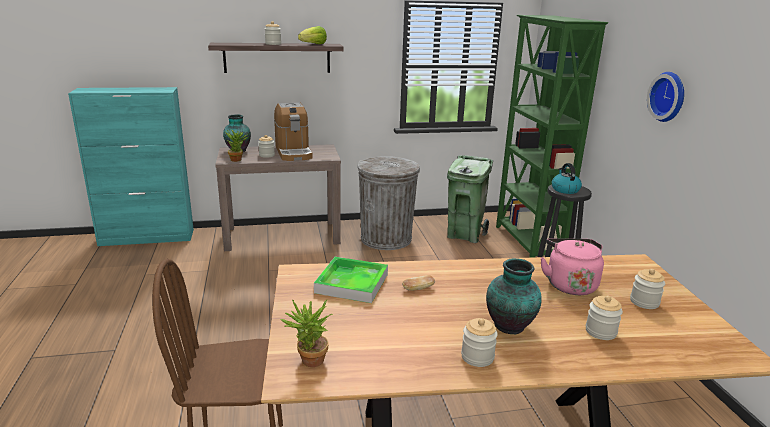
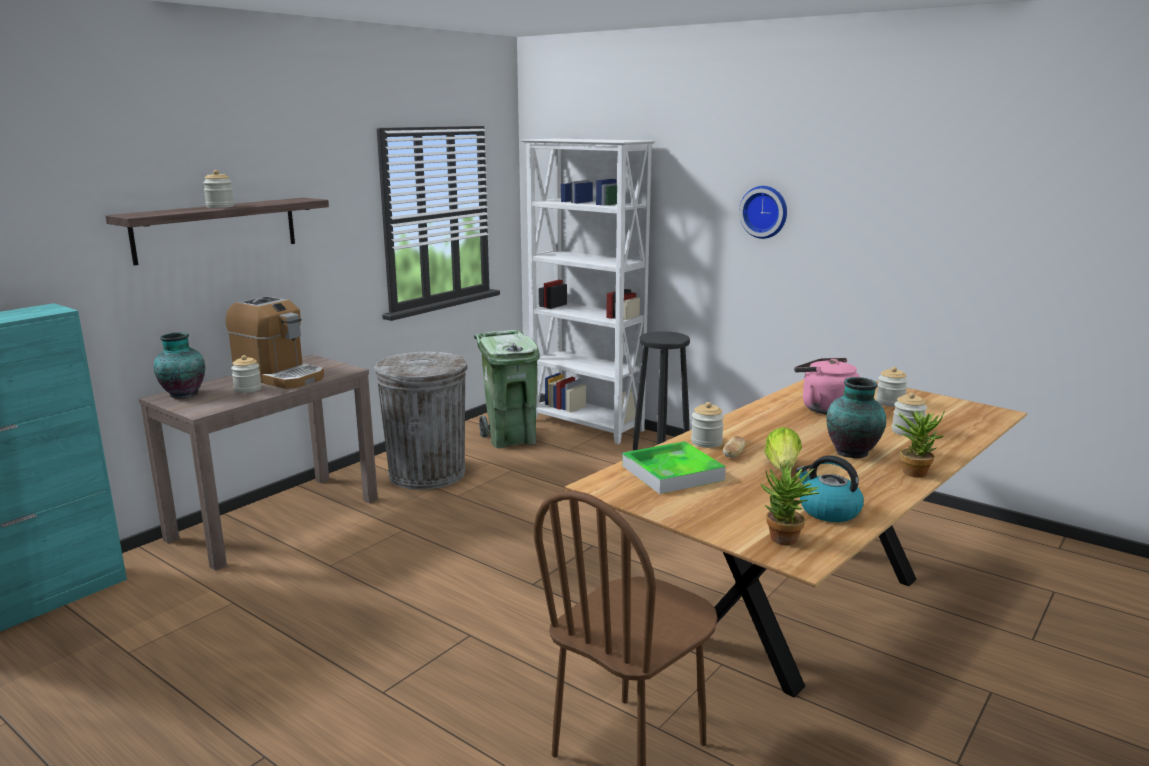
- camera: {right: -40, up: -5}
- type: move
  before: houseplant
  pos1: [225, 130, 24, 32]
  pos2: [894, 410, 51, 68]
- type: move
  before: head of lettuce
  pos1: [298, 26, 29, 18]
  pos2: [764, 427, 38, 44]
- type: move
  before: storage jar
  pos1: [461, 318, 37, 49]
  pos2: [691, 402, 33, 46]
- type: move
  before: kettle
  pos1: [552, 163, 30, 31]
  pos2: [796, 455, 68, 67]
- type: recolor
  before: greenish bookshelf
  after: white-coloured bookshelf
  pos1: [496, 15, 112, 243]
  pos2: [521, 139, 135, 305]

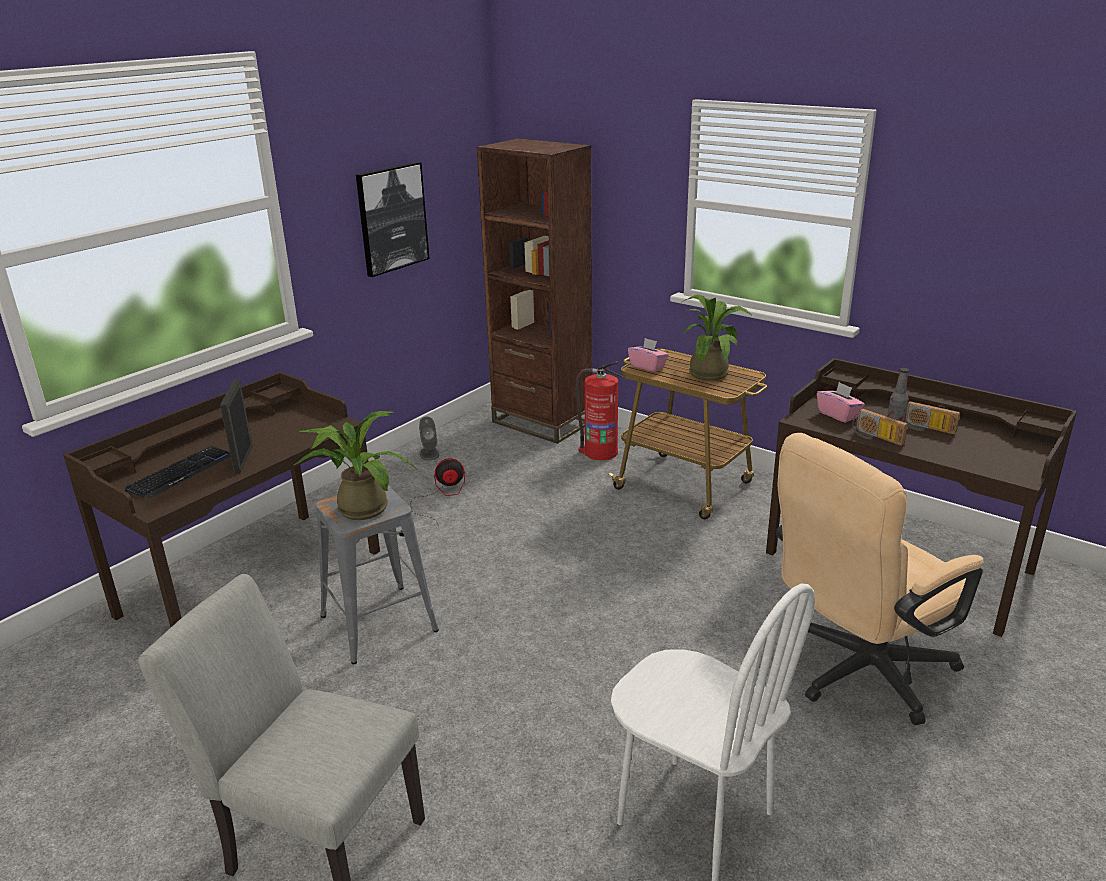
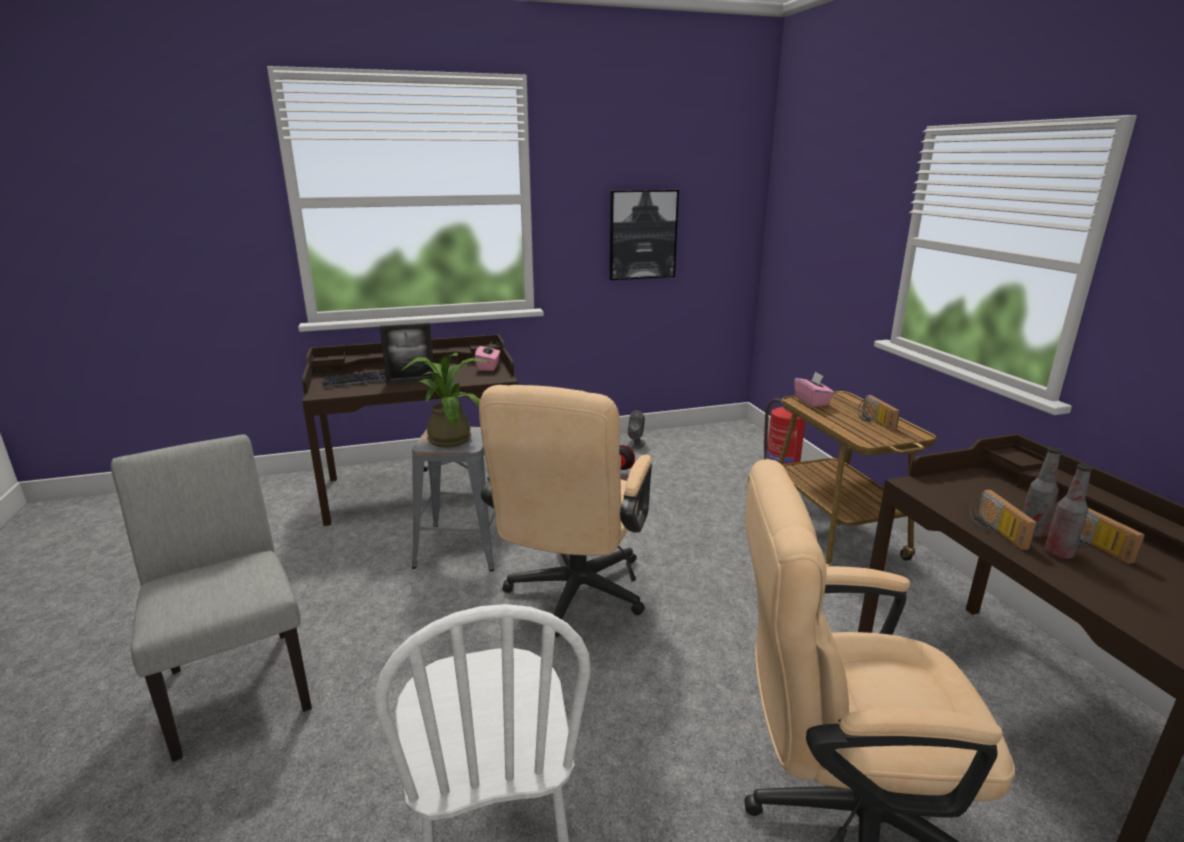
- camera: {right: 35, up: -5}
- type: delete
  before: brownish bookshelf
  pos1: [477, 138, 115, 306]
- type: insert
  after: sand-coloured computer chair
  pos2: [479, 385, 173, 252]
- type: insert
  after: drink bottle
  pos2: [1045, 464, 48, 95]
- type: move
  before: pink tissue holder
  pos1: [817, 382, 48, 41]
  pos2: [475, 342, 25, 29]
- type: replace
  before: houseplant
  after: radio set
  pos1: [681, 295, 71, 86]
  pos2: [858, 395, 42, 36]
- type: rotate
  before: standing frame
  pos1: [220, 380, 33, 94]
  pos2: [380, 323, 54, 62]
  turn: -135

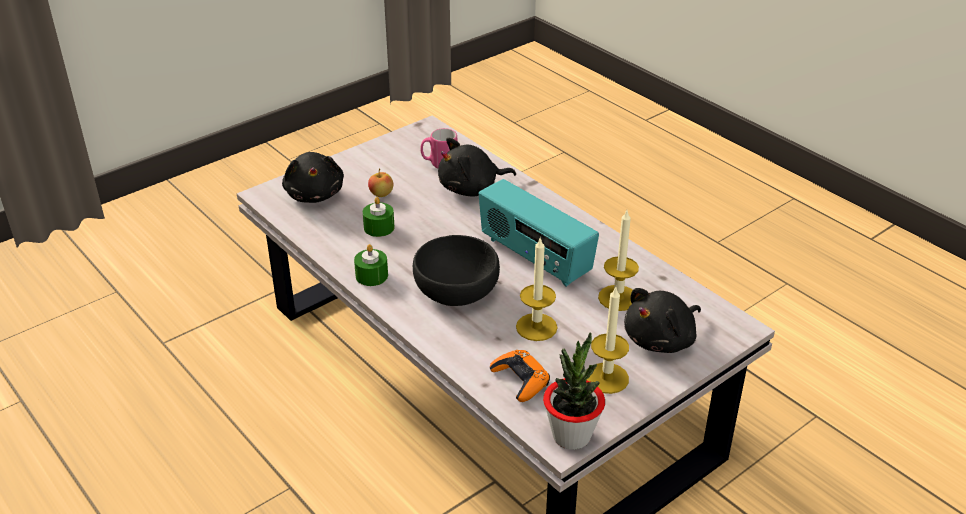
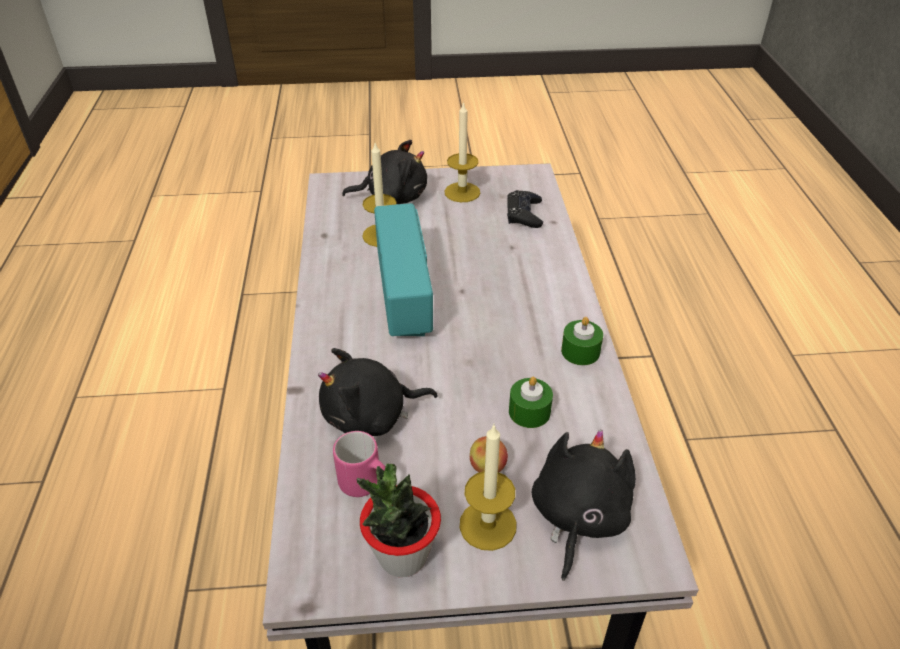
- camera: {right: -145, up: 5}
- type: delete
  before: black bowl
  pos1: [413, 235, 87, 71]
- type: move
  before: wax light
  pos1: [516, 237, 42, 104]
  pos2: [460, 425, 56, 126]
- type: move
  before: houseplant
  pos1: [543, 332, 62, 118]
  pos2: [357, 463, 84, 114]
- type: recolor
  before: orange-coloured gamepad
  after: black gamepad
  pos1: [490, 350, 60, 52]
  pos2: [507, 190, 36, 38]
- type: rotate
  before: black plush toy
  pos1: [438, 138, 78, 59]
  pos2: [318, 348, 120, 88]
  turn: 150

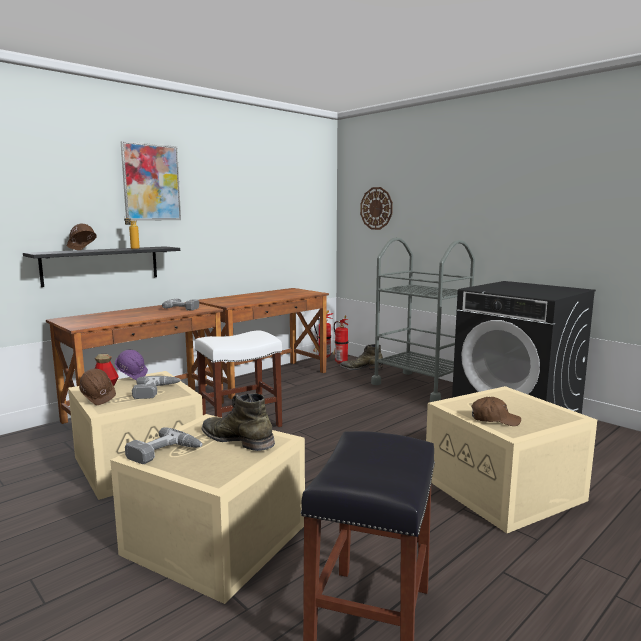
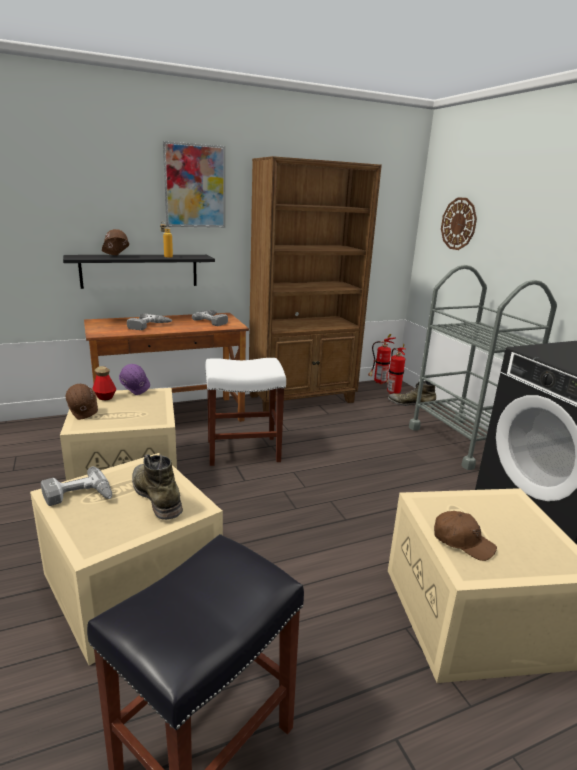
- camera: {right: 20, up: 10}
- type: move
  before: drill
  pos1: [132, 376, 48, 23]
  pos2: [127, 314, 45, 16]
- type: replace
  before: brownish desk
  after: brownish bookshelf
  pos1: [198, 288, 131, 111]
  pos2: [249, 156, 133, 256]

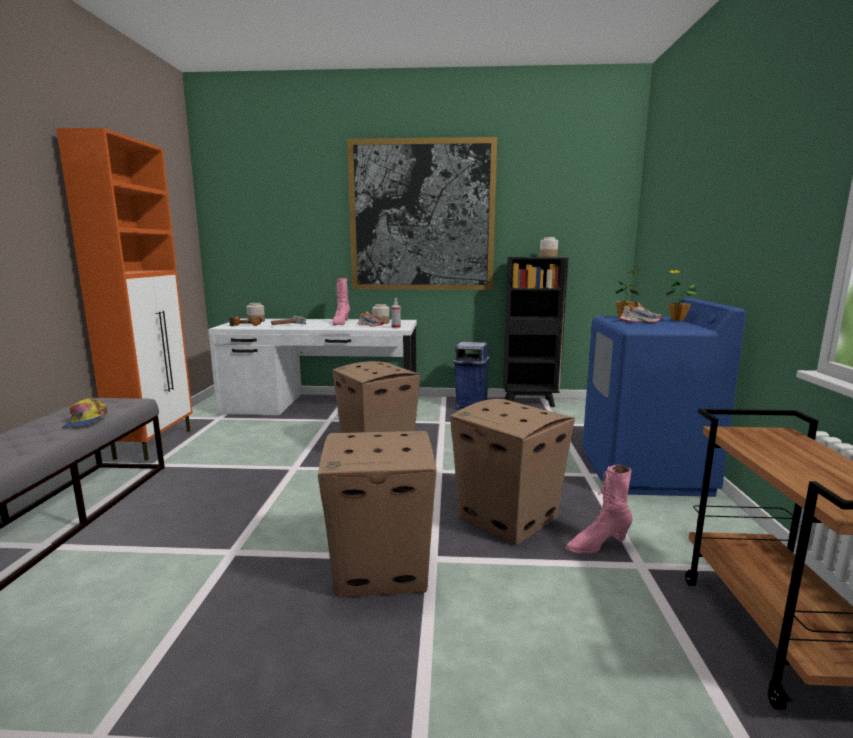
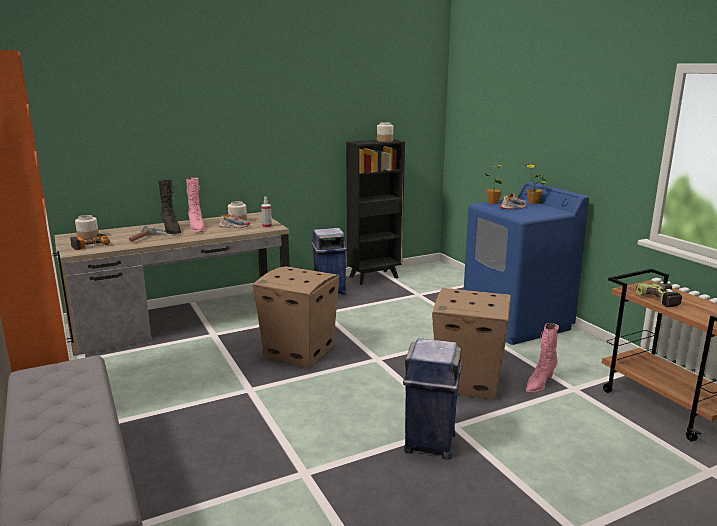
- camera: {right: -30, up: 5}
- type: delete
  before: peaked cap
  pos1: [62, 398, 46, 30]
- type: delete
  before: wall art
  pos1: [347, 137, 150, 153]
- type: insert
  after: black boot
  pos2: [158, 179, 23, 55]
- type: insert
  after: drill
  pos2: [635, 282, 47, 25]
- type: replace
  before: cardboard box
  after: blue waste bin
  pos1: [318, 431, 119, 167]
  pos2: [403, 338, 59, 122]
- type: recolor
  before: white-coloured desk
  after: brownish desk
  pos1: [208, 318, 209, 98]
  pos2: [54, 212, 236, 144]

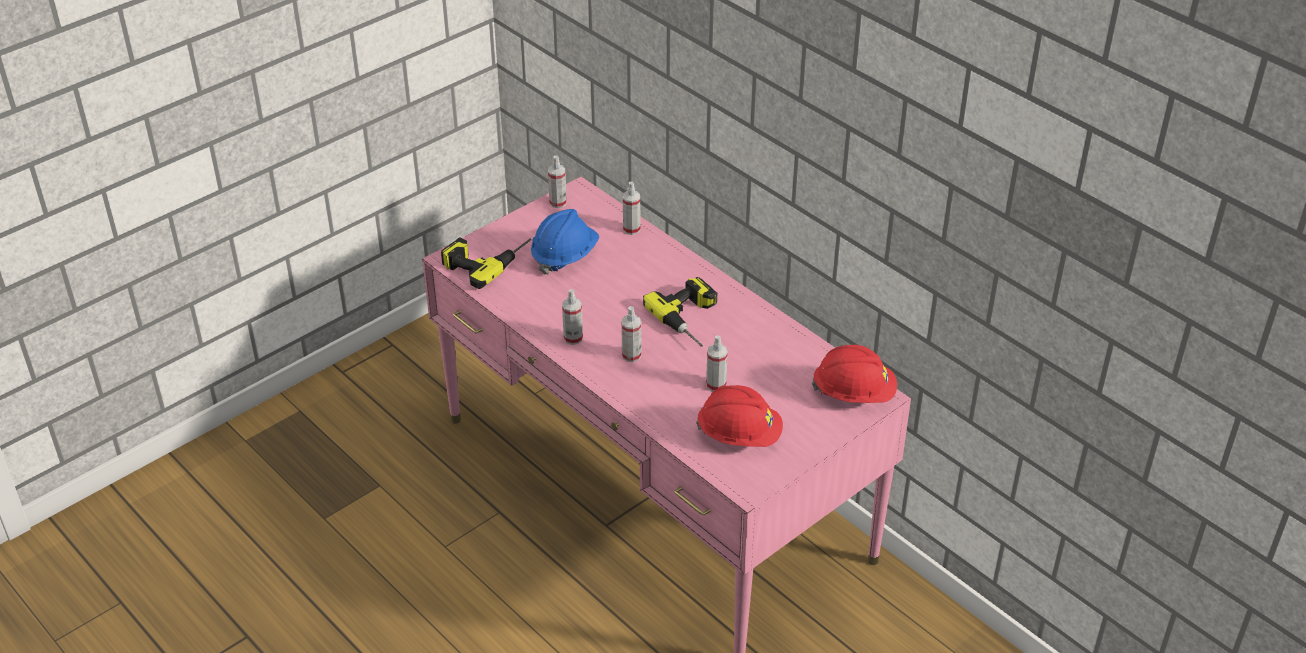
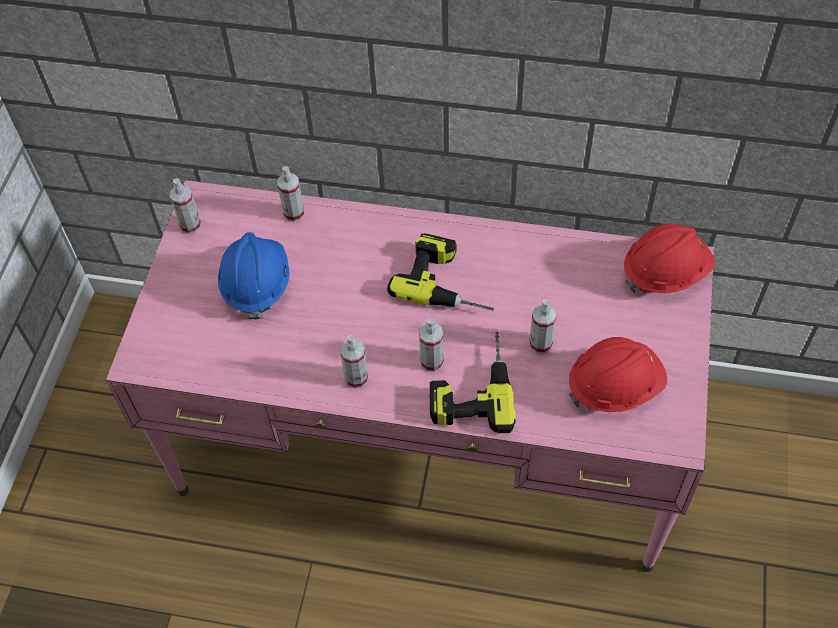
- camera: {right: -35, up: 15}
- type: move
  before: drill
  pos1: [441, 237, 90, 52]
  pos2: [430, 332, 86, 101]

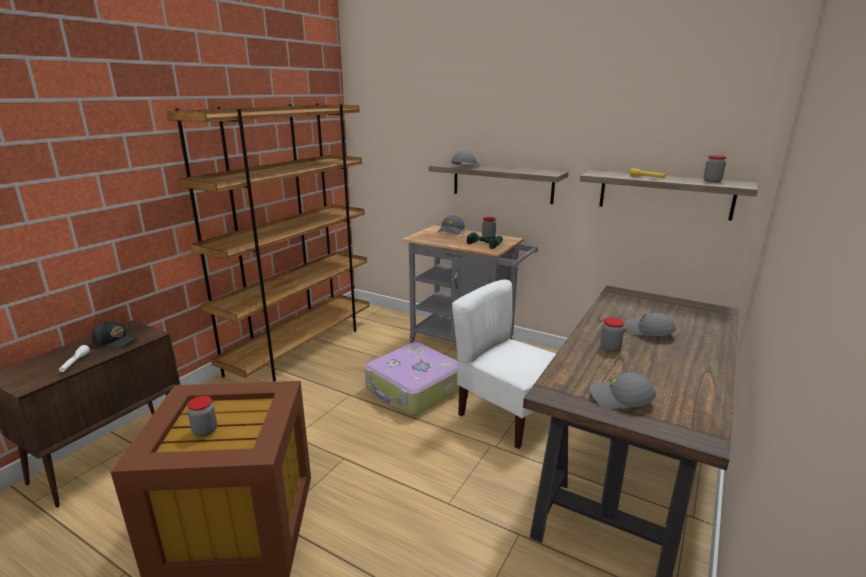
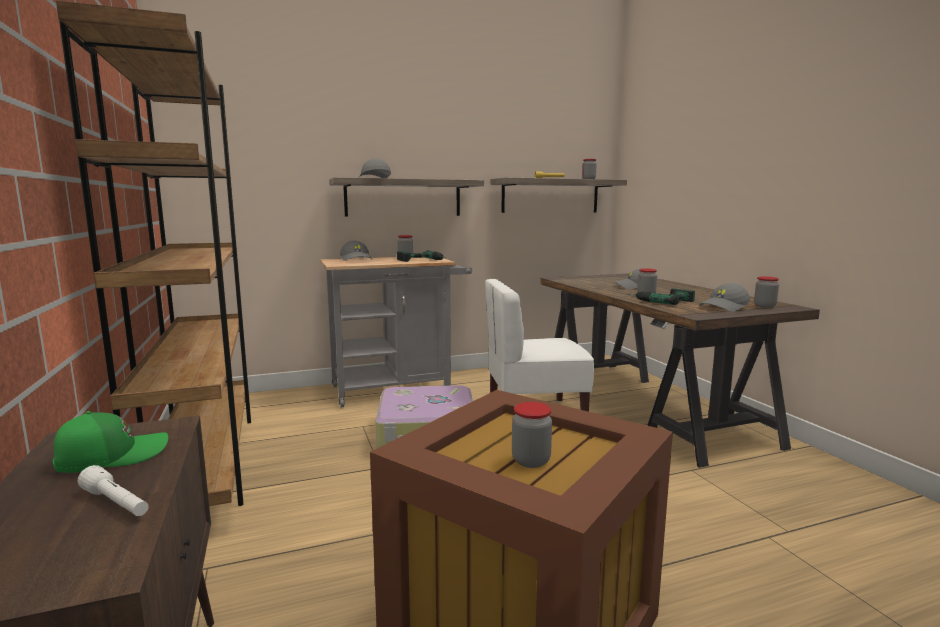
- camera: {right: -50, up: -10}
- type: insert
  after: drill
  pos2: [629, 288, 66, 17]
- type: insert
  after: storage jar
  pos2: [754, 276, 25, 32]
- type: recolor
  before: black peaked cap
  after: greenish peaked cap
  pos1: [92, 321, 45, 28]
  pos2: [53, 411, 115, 62]

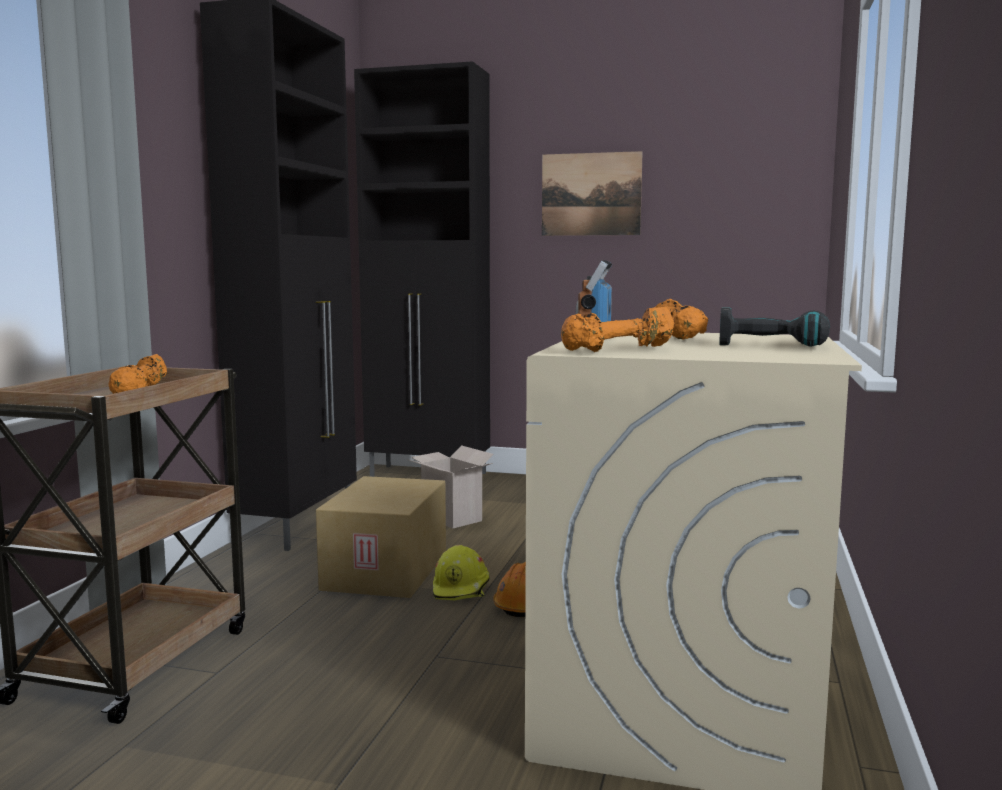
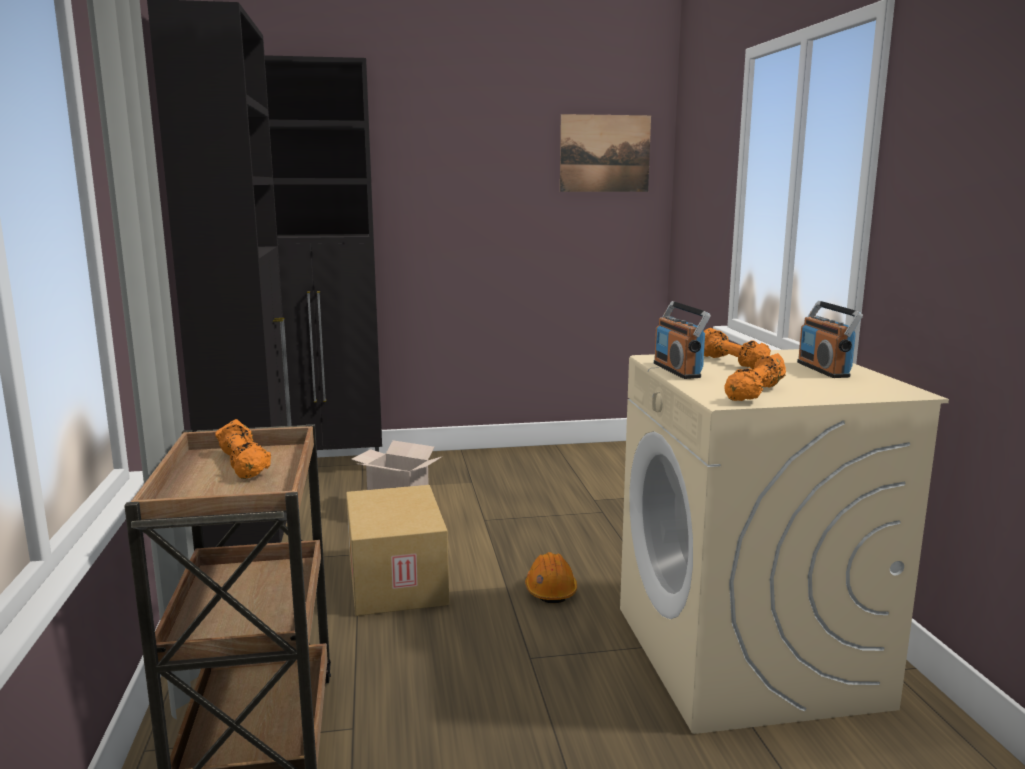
- camera: {right: -25, up: 5}
- type: delete
  before: yellow work helmet
  pos1: [433, 545, 57, 55]
- type: move
  before: wall art
  pos1: [542, 151, 101, 85]
  pos2: [560, 114, 91, 78]
- type: replace
  before: drill
  after: radio set
  pos1: [719, 307, 111, 40]
  pos2: [797, 301, 66, 77]

